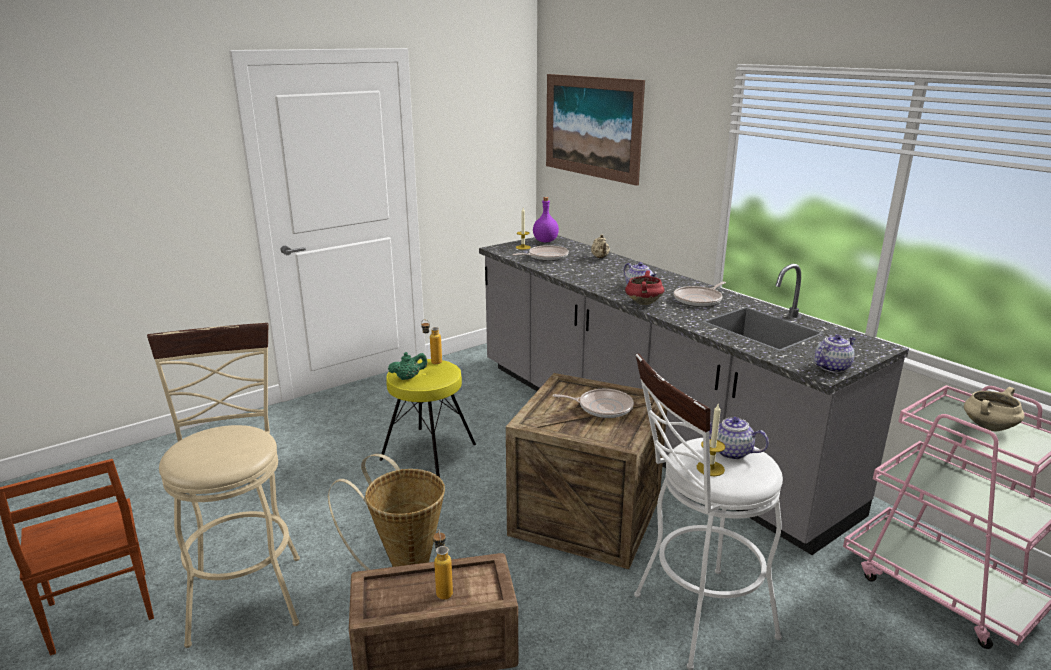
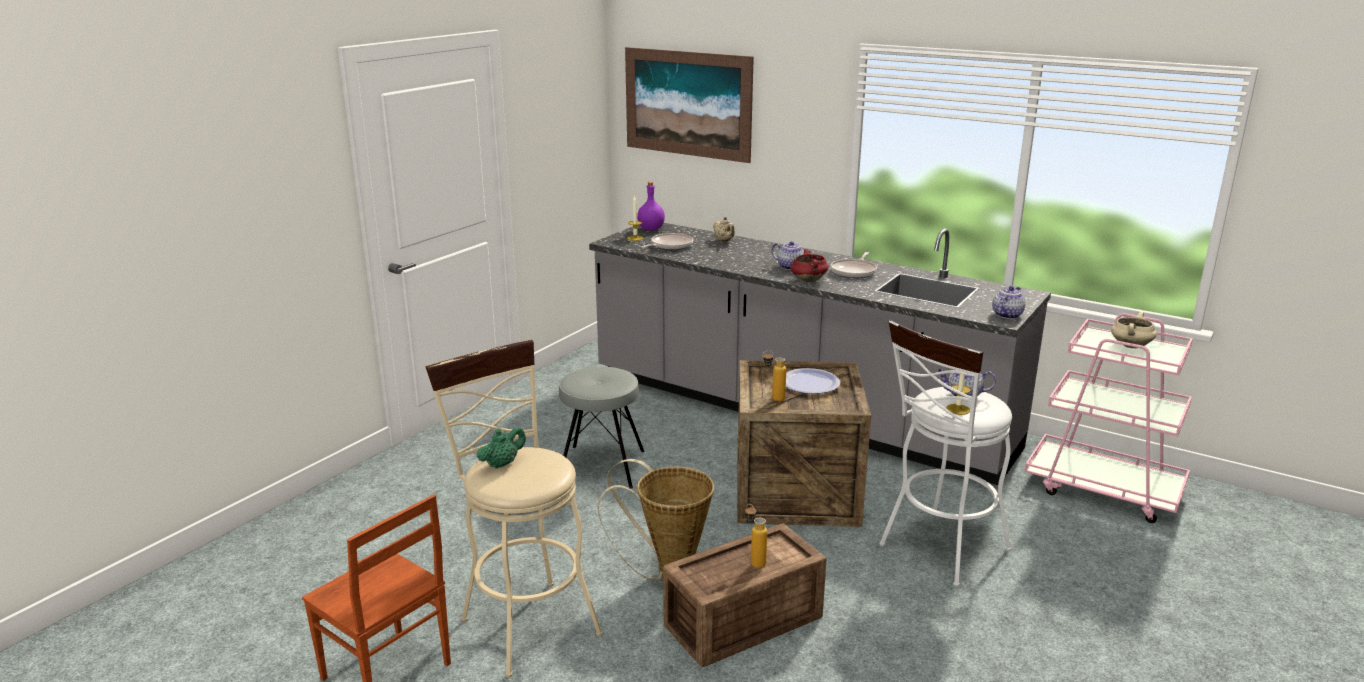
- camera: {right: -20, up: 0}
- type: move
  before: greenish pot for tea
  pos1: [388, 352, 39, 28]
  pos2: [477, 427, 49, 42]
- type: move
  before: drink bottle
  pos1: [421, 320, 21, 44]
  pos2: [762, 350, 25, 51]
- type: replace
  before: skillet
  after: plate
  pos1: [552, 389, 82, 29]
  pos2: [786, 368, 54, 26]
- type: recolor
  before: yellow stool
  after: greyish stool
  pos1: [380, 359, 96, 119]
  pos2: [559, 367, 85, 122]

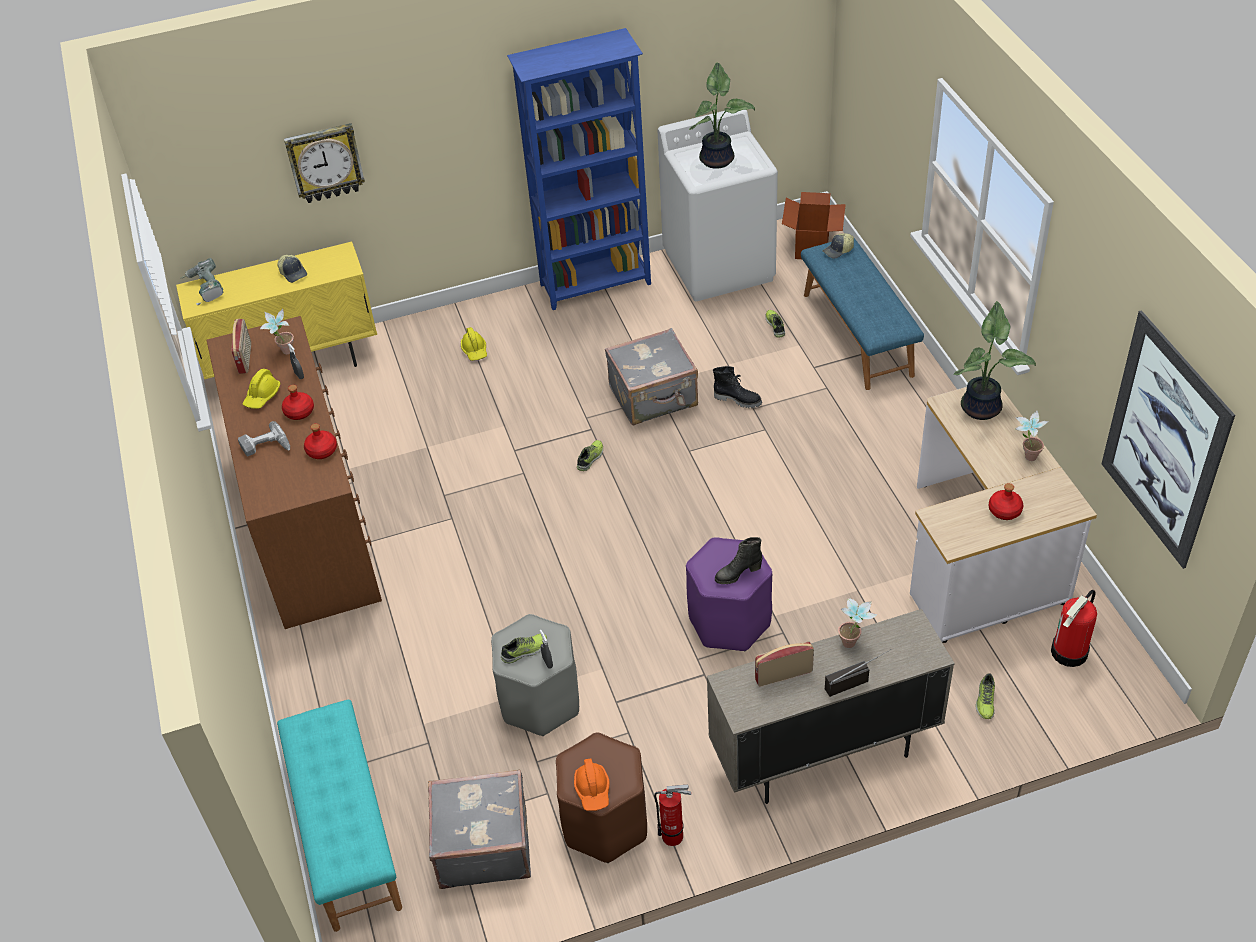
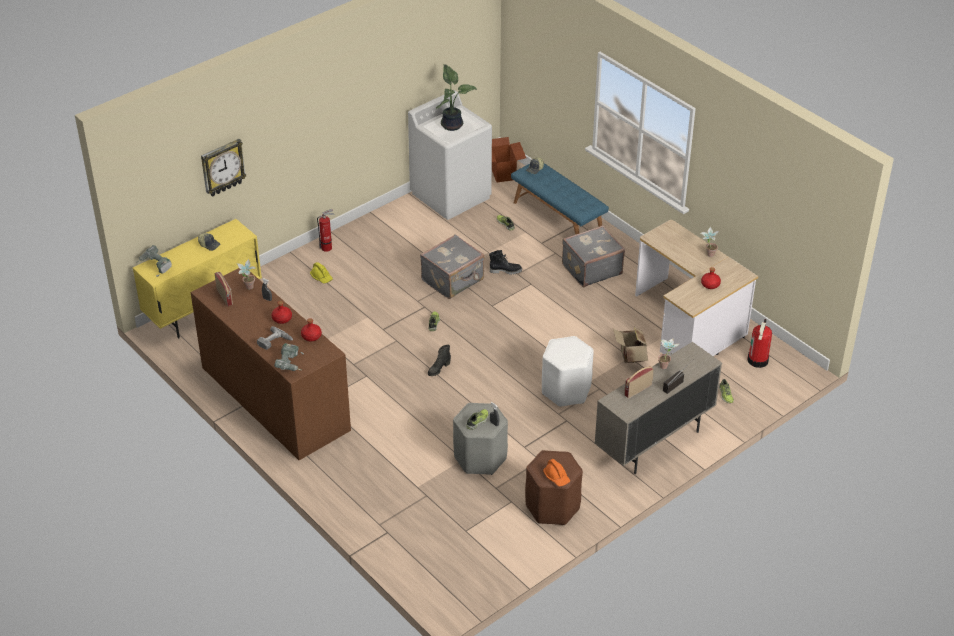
- camera: {right: -25, up: -5}
- type: delete
  before: yellow work helmet
  pos1: [242, 369, 38, 40]
- type: delete
  before: turquoise long seat
  pos1: [277, 700, 125, 232]
- type: delete
  before: blue bookshelf
  pos1: [507, 28, 144, 282]
- type: delete
  before: houseplant
  pos1: [954, 301, 82, 119]
- type: delete
  before: wall art
  pos1: [1102, 310, 133, 259]
- type: insert
  after: drill
  pos2: [274, 343, 30, 28]
- type: insert
  after: cardboard box
  pos2: [613, 327, 35, 36]
- type: move
  before: greyish travel case
  pos1: [428, 770, 103, 119]
  pos2: [562, 225, 63, 62]
- type: move
  before: extinguisher
  pos1: [654, 785, 37, 61]
  pos2: [317, 209, 18, 43]
- type: move
  before: black boot
  pos1: [715, 537, 47, 47]
  pos2: [428, 344, 23, 32]
- type: recolor
  before: purple stool
  after: white-coloured stool
  pos1: [686, 537, 86, 114]
  pos2: [542, 336, 52, 71]

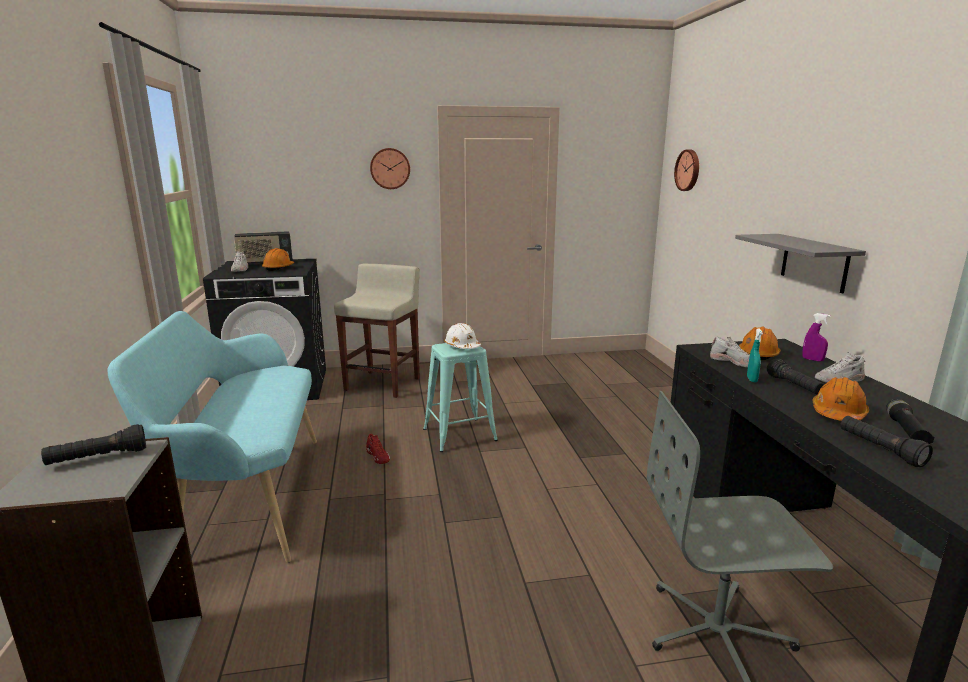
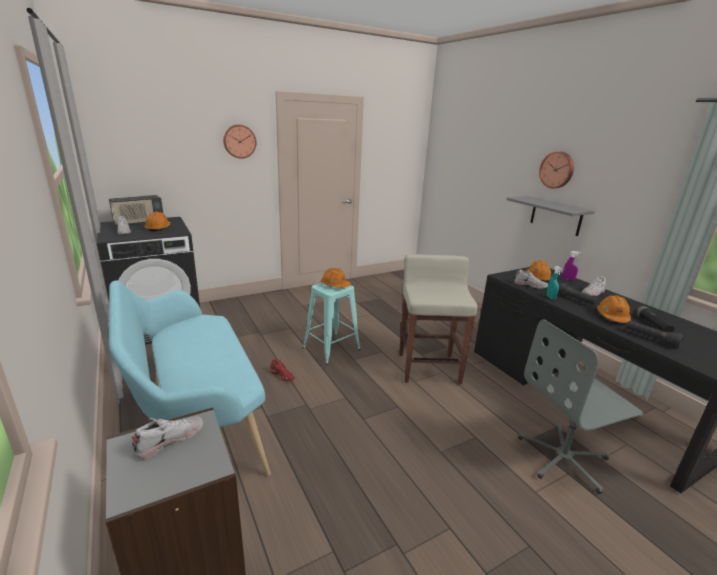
- camera: {right: -20, up: 5}
- type: move
  before: sand-coloured stool
  pos1: [334, 264, 86, 134]
  pos2: [399, 254, 79, 130]
- type: move
  before: wall clock
  pos1: [674, 150, 25, 41]
  pos2: [539, 151, 35, 37]
- type: replace
  before: black torch
  after: white-coloured shoe
  pos1: [41, 424, 105, 41]
  pos2: [132, 416, 71, 44]
- type: recolor
  before: white-coloured work helmet
  after: orange-coloured work helmet
  pos1: [444, 323, 37, 26]
  pos2: [321, 268, 30, 20]

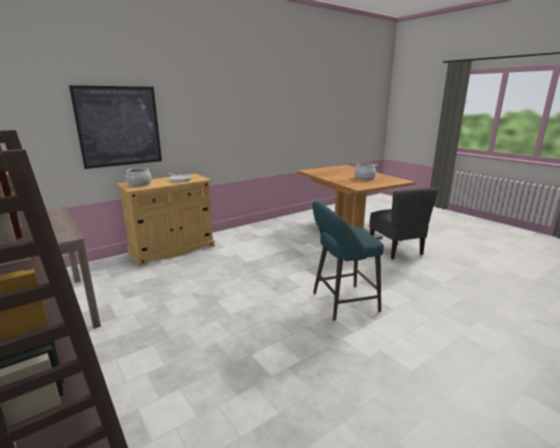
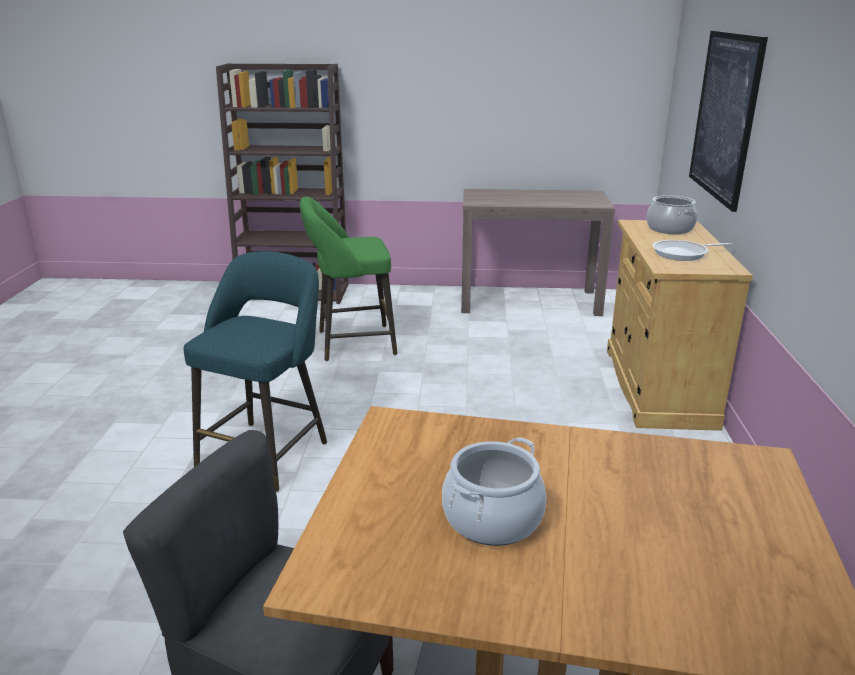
- camera: {right: 130, up: 5}
- type: insert
  after: greenish stool
  pos2: [300, 196, 97, 165]

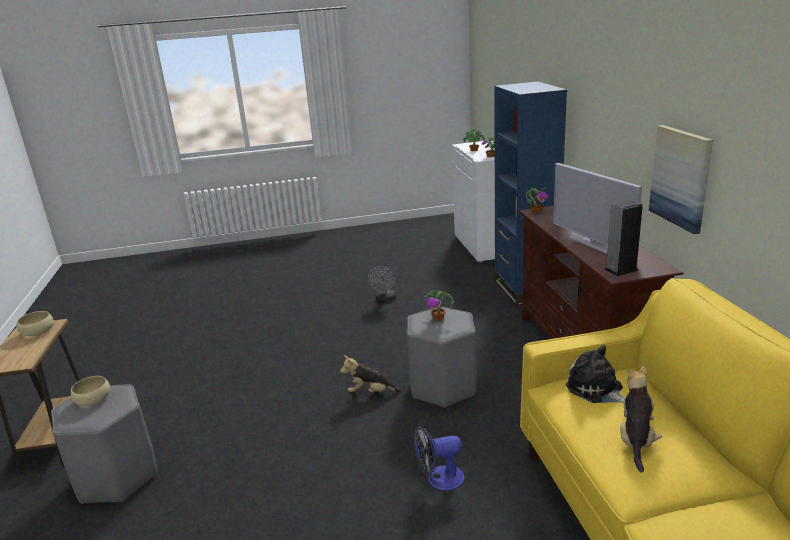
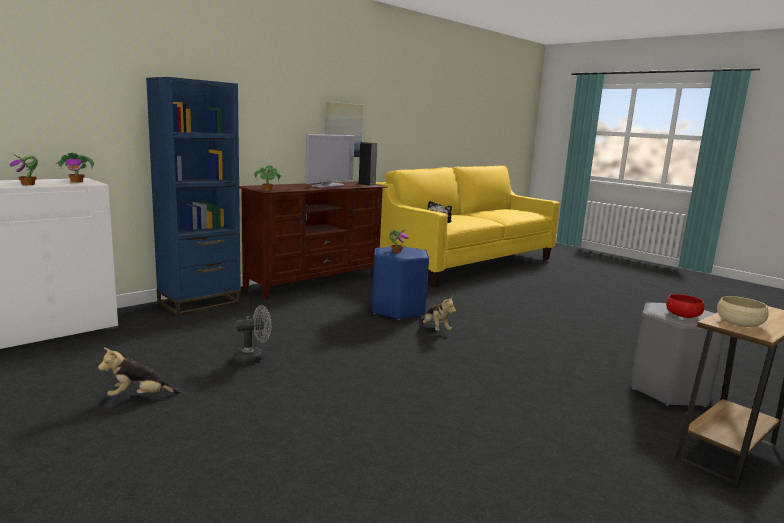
- camera: {right: -125, up: -10}
- type: delete
  before: cooling fan
  pos1: [414, 426, 50, 65]
- type: move
  before: plush toy
  pos1: [620, 366, 42, 107]
  pos2: [98, 348, 83, 48]
- type: recolor
  before: sand-coloured bowl
  after: reddish bowl
  pos1: [71, 376, 39, 30]
  pos2: [666, 294, 39, 24]
- type: recolor
  before: greyish stool
  after: blue stool
  pos1: [407, 306, 70, 102]
  pos2: [372, 246, 57, 74]

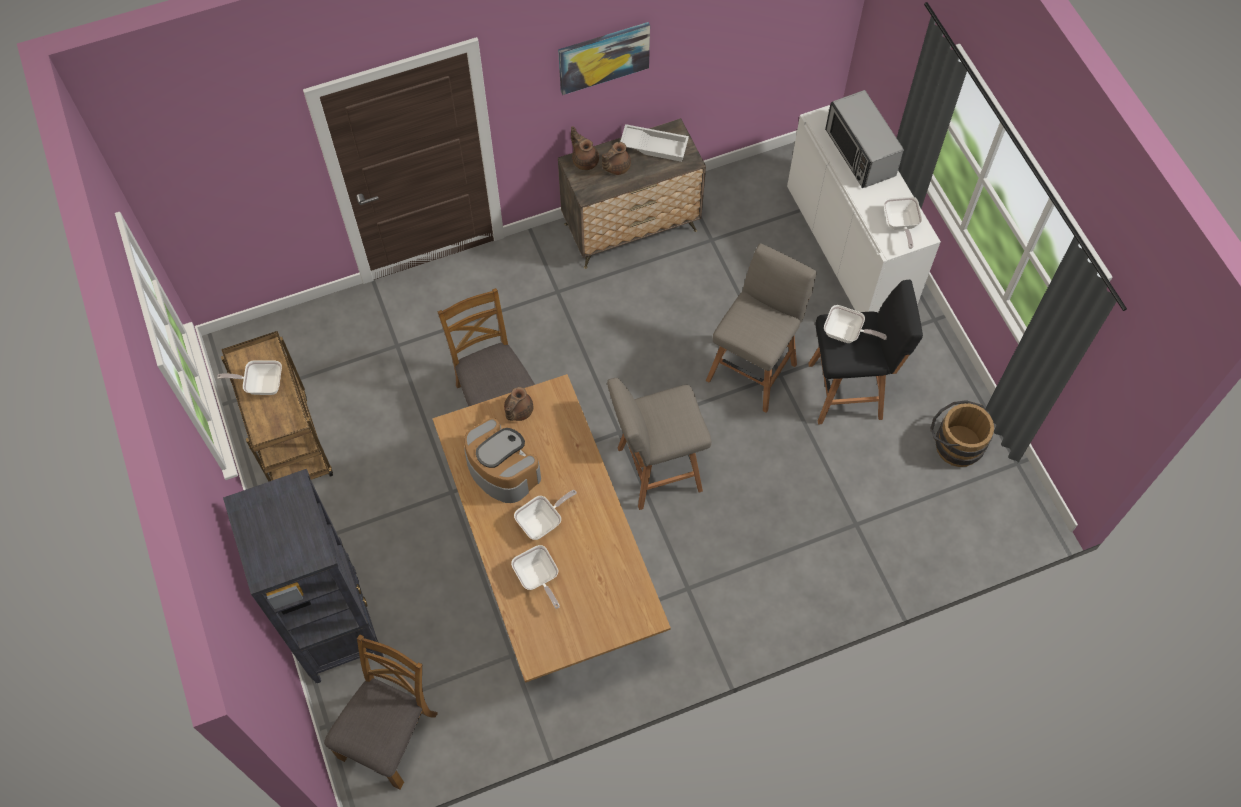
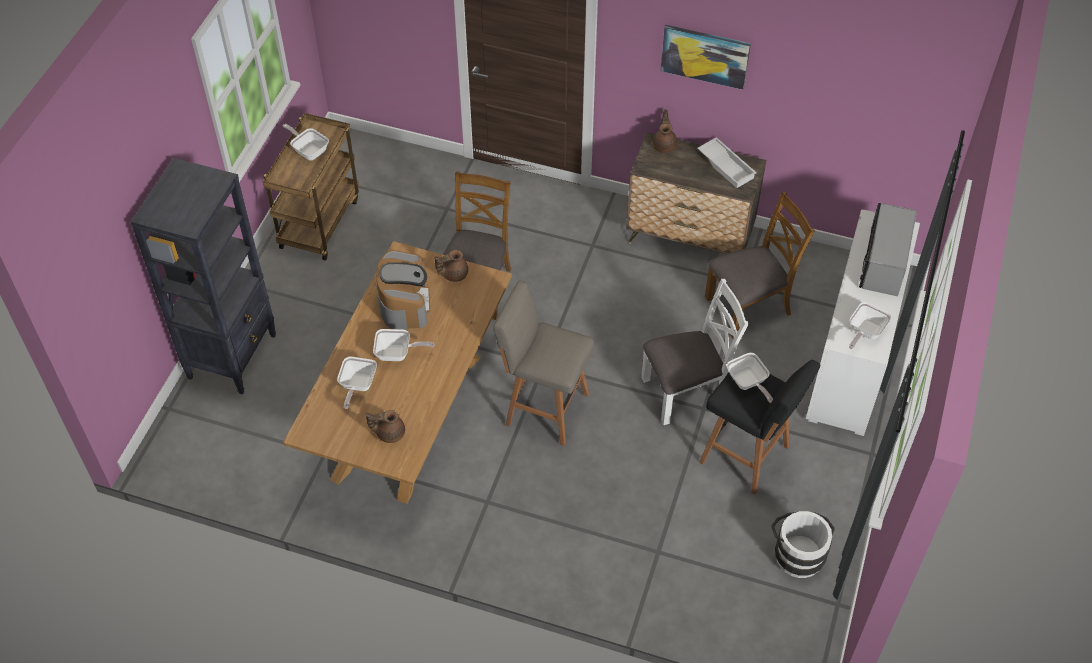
- camera: {right: 40, up: -10}
- type: move
  before: brownish chair
  pos1: [324, 635, 114, 155]
  pos2: [705, 192, 110, 147]
- type: move
  before: brownish pot for tea
  pos1: [602, 142, 29, 33]
  pos2: [366, 410, 39, 33]
- type: replace
  before: greyish stool
  after: white-coloured chair
  pos1: [706, 243, 111, 170]
  pos2: [641, 279, 108, 146]
- type: recolor
  before: brownish pail
  after: white-coloured pail
  pos1: [930, 400, 64, 67]
  pos2: [771, 511, 64, 67]

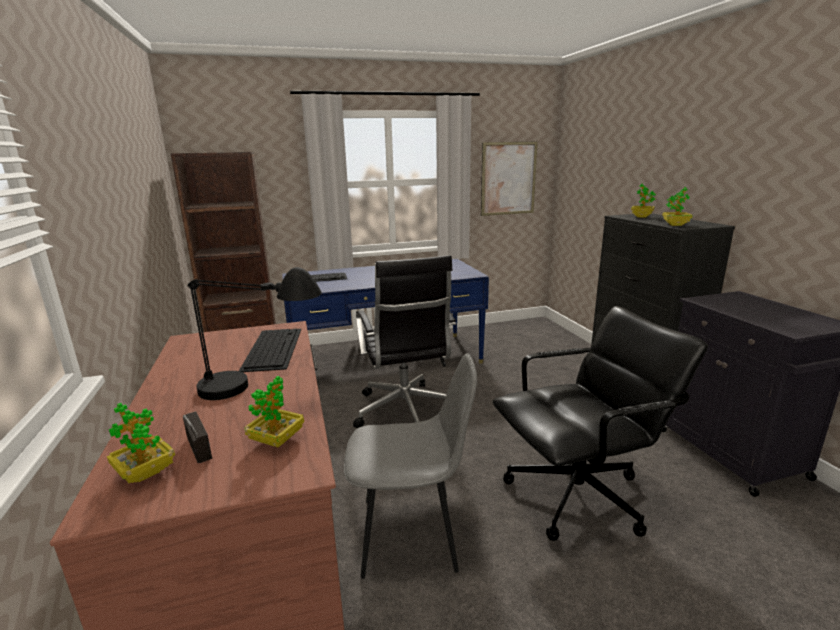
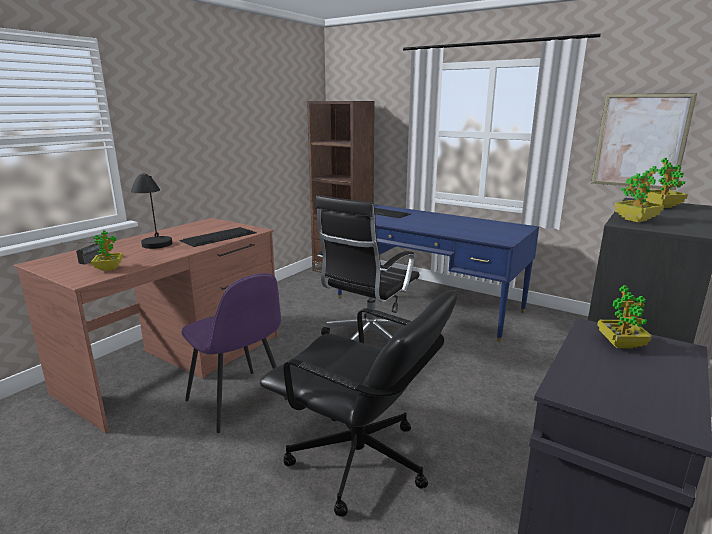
- camera: {right: 50, up: 0}
- type: move
  before: houseplant
  pos1: [107, 403, 68, 80]
  pos2: [597, 285, 55, 63]
- type: recolor
  before: greyish chair
  after: purple chair
  pos1: [344, 353, 133, 226]
  pos2: [181, 273, 107, 160]

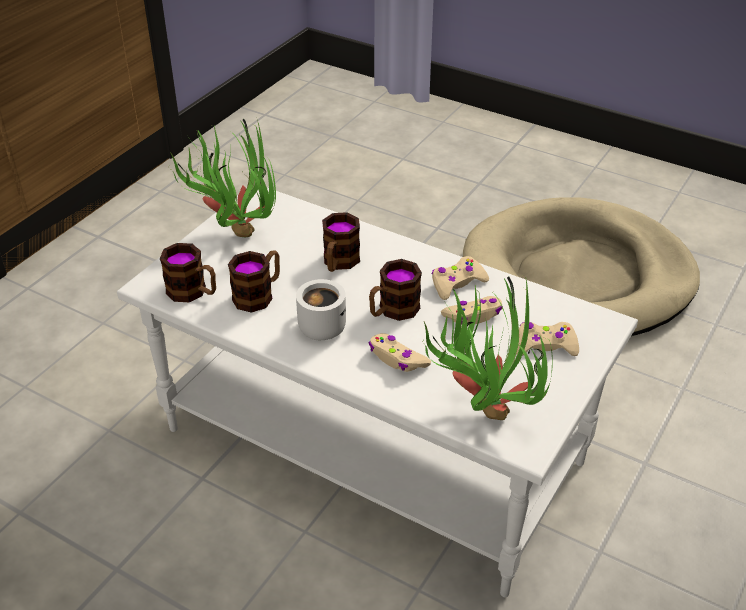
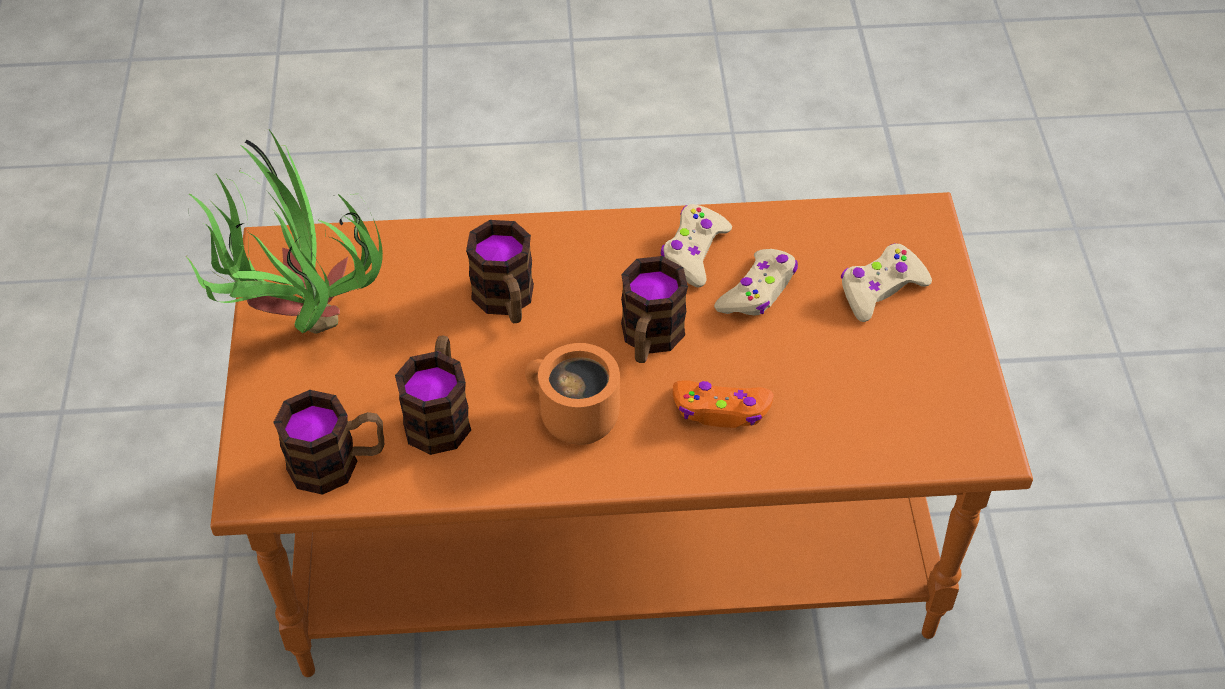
- camera: {right: -35, up: 10}
- type: delete
  before: houseplant
  pos1: [423, 277, 130, 143]
- type: delete
  before: sand-coloured dog cushion
  pos1: [463, 197, 237, 139]
- type: recolor
  before: white-coloured coffee table
  after: orange-coloured coffee table
  pos1: [117, 188, 521, 409]
  pos2: [210, 192, 823, 485]
- type: recolor
  before: white-coloured coffee mug
  after: orange-coloured coffee mug
  pos1: [296, 279, 50, 61]
  pos2: [525, 343, 95, 102]
- type: recolor
  before: sand-coloured gamepad
  after: orange-coloured gamepad
  pos1: [369, 333, 62, 39]
  pos2: [673, 380, 101, 48]

